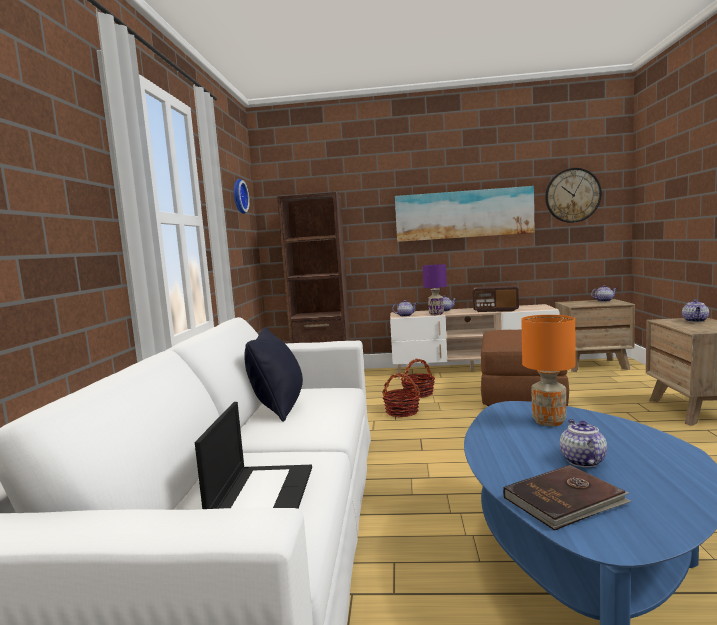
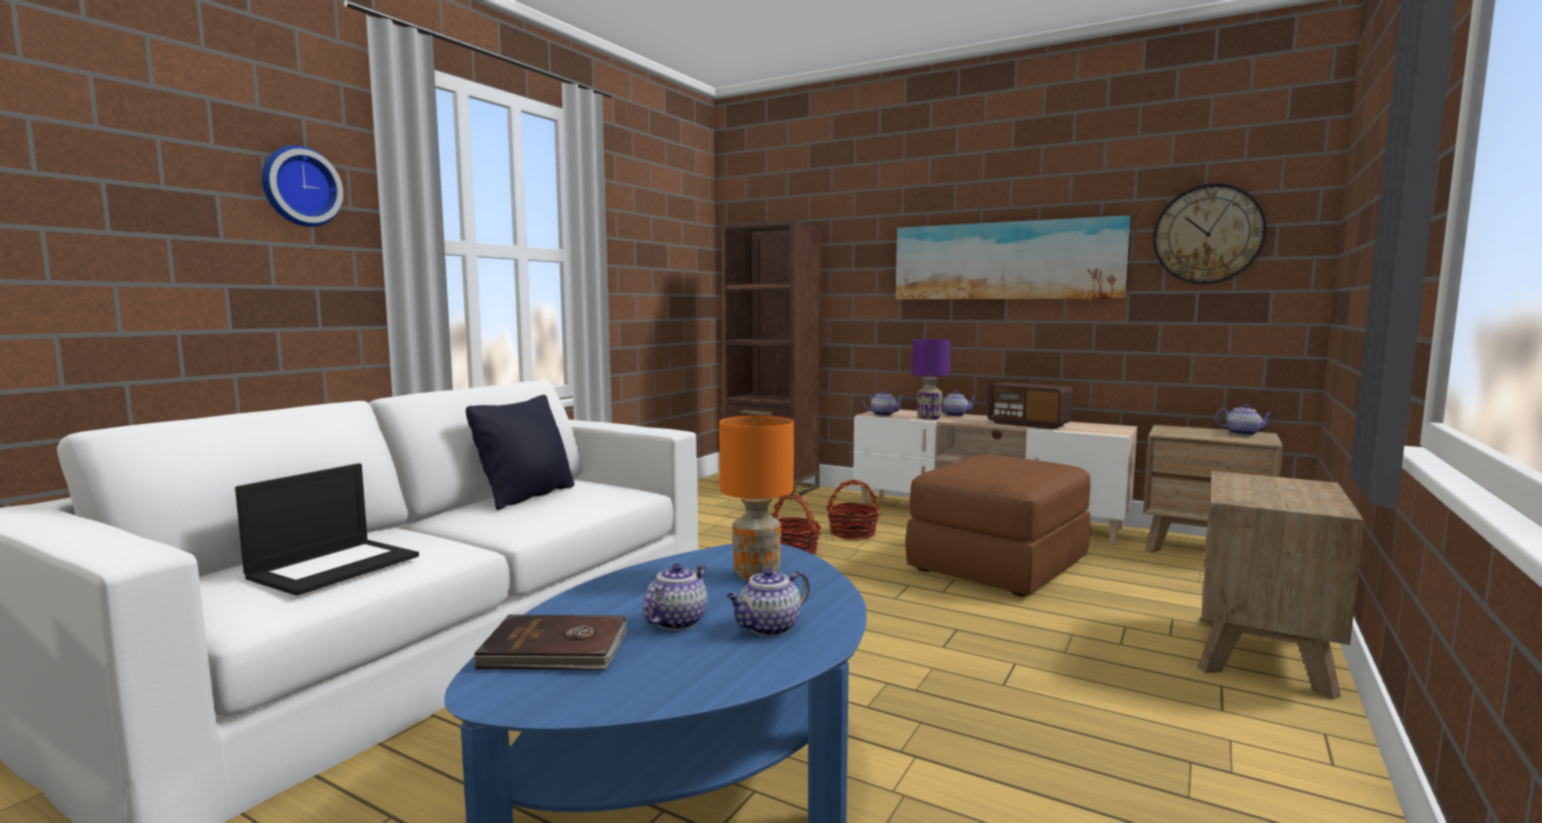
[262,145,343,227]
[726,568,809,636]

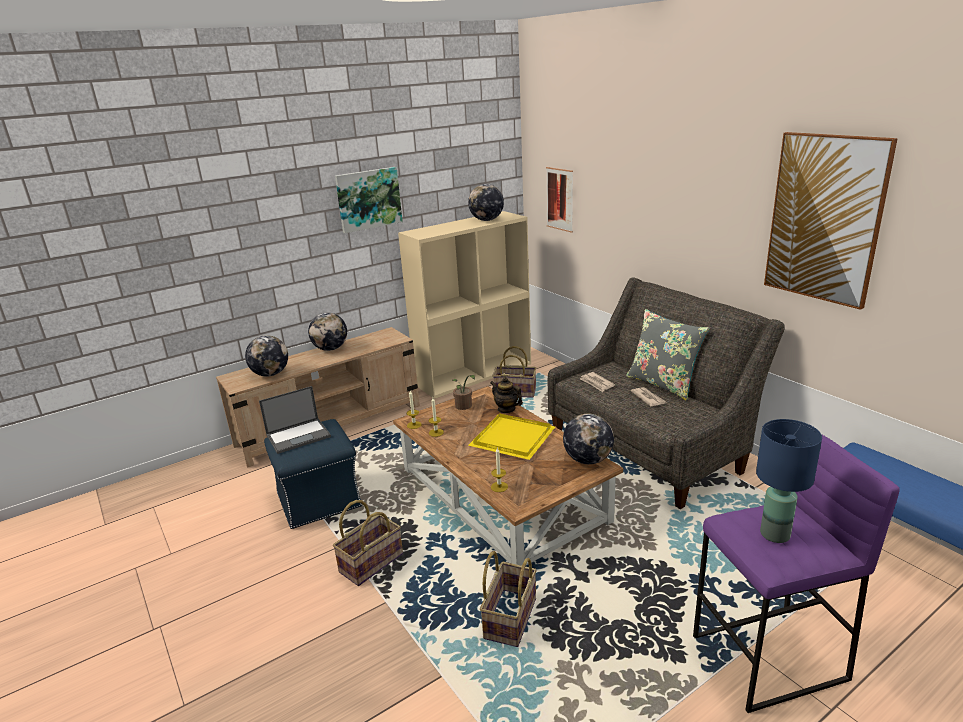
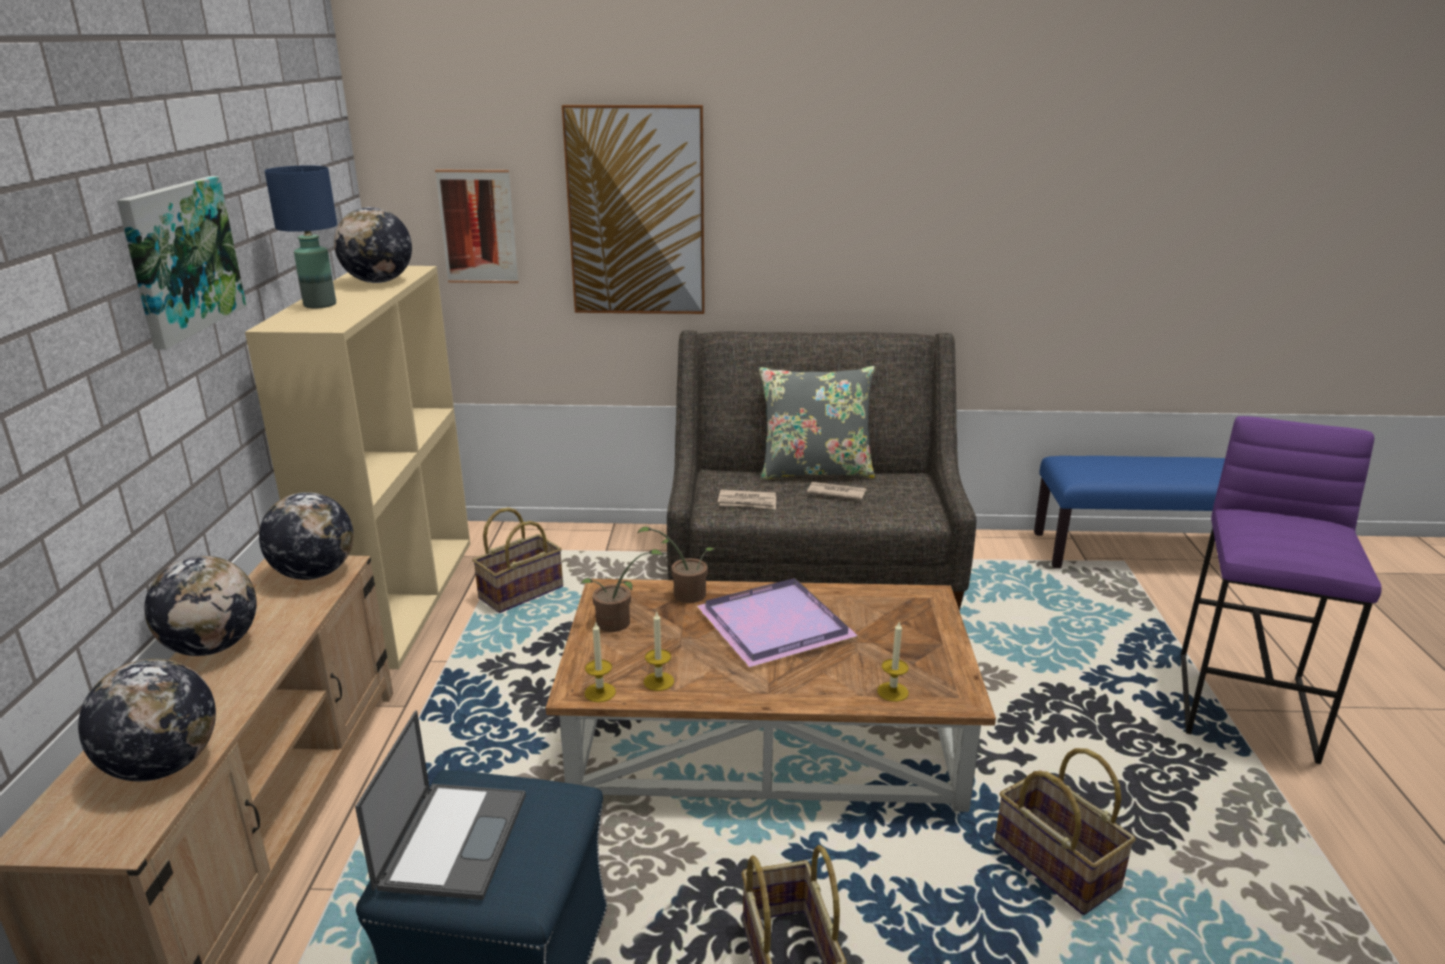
[562,105,705,314]
[638,527,714,603]
[697,578,858,667]
[259,492,353,580]
[265,165,337,308]

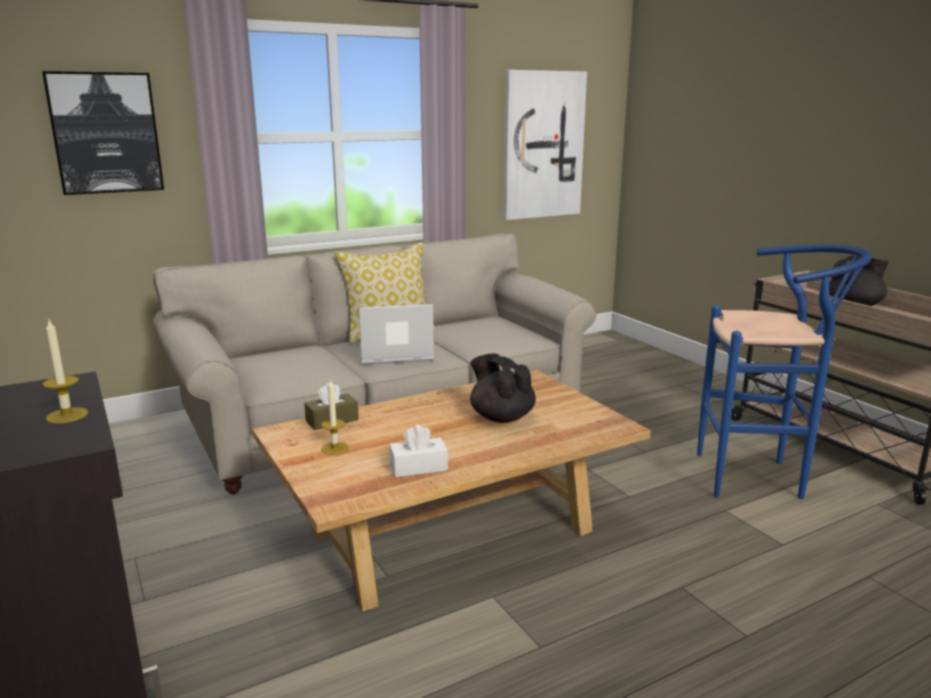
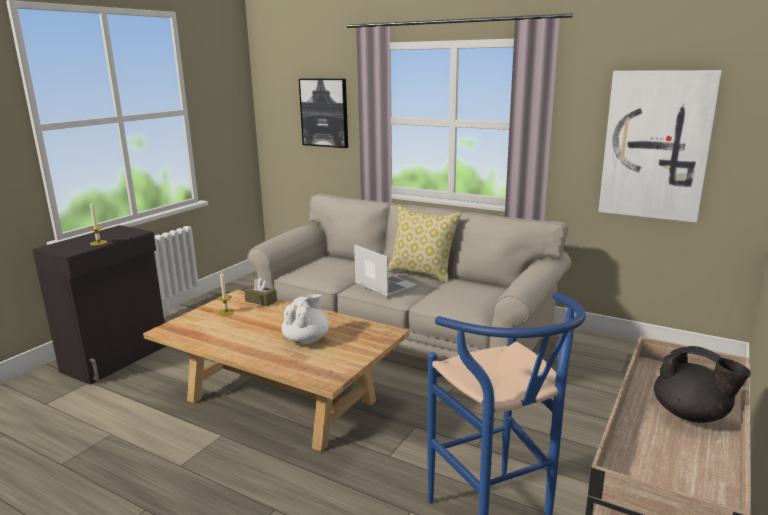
[282,294,329,344]
[389,425,448,478] (first image)

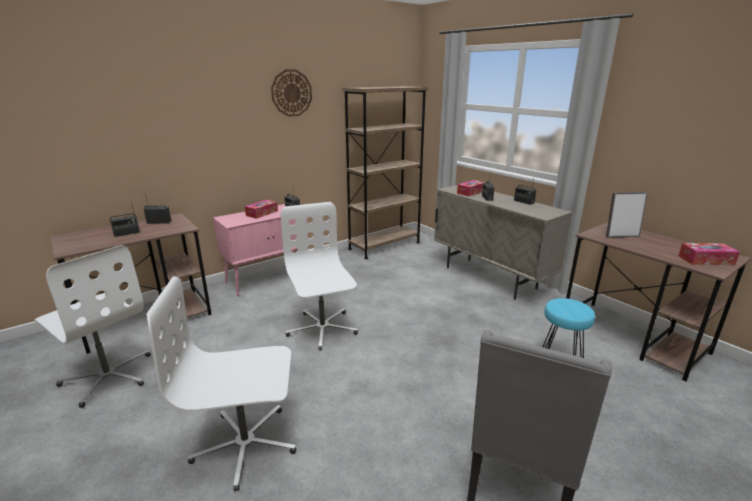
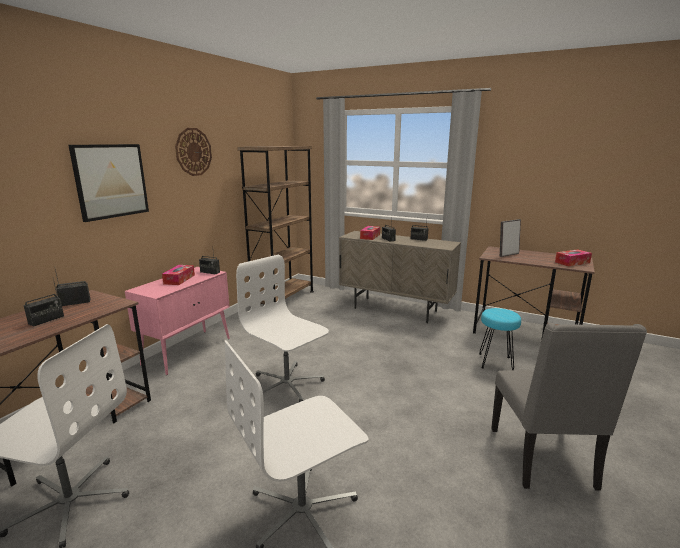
[68,144,149,222]

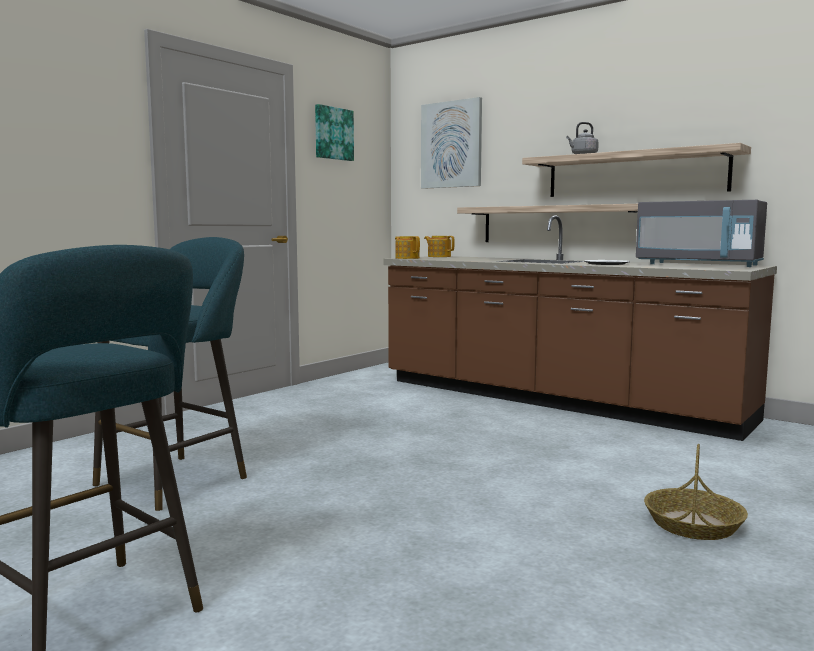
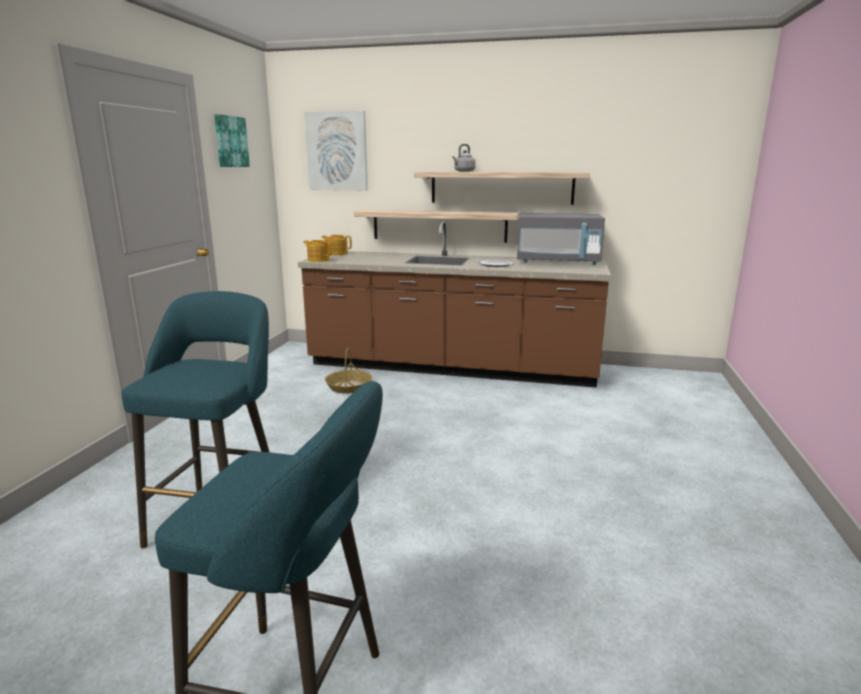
[325,348,372,394]

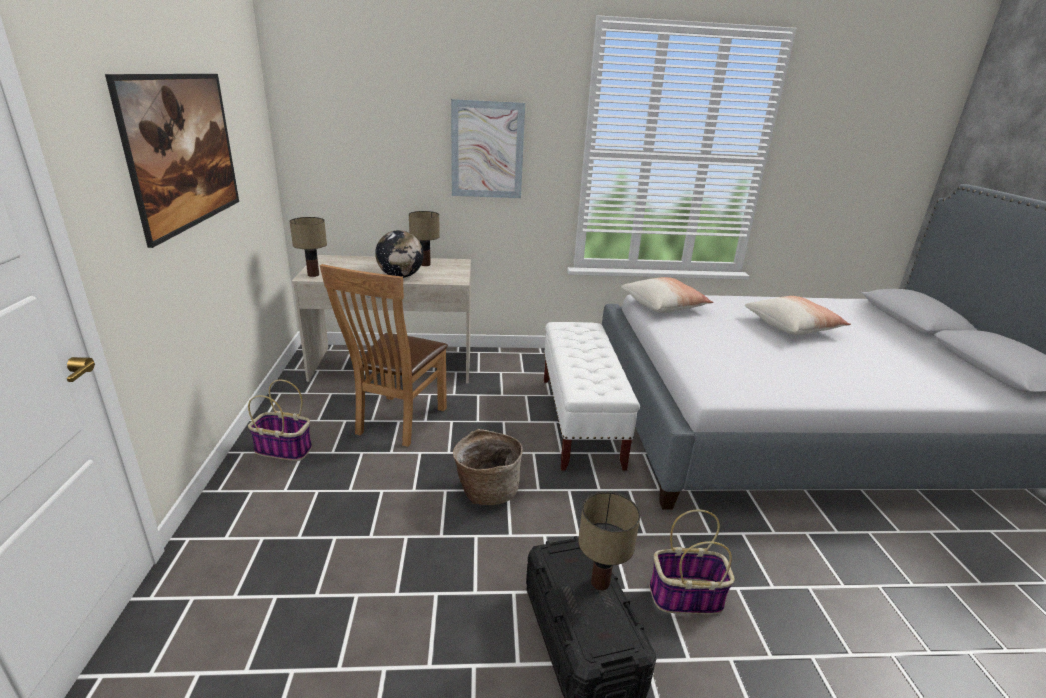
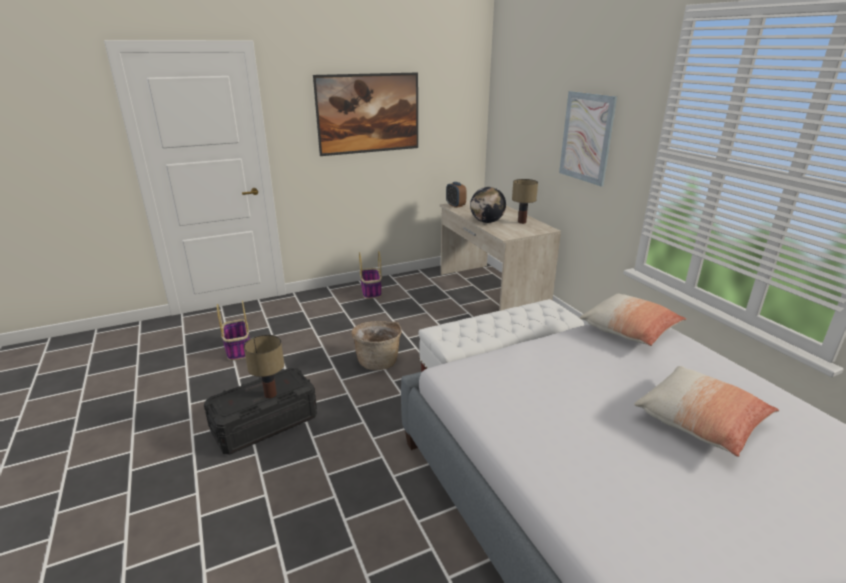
[446,182,467,208]
[320,264,448,447] (first image)
[217,300,249,360]

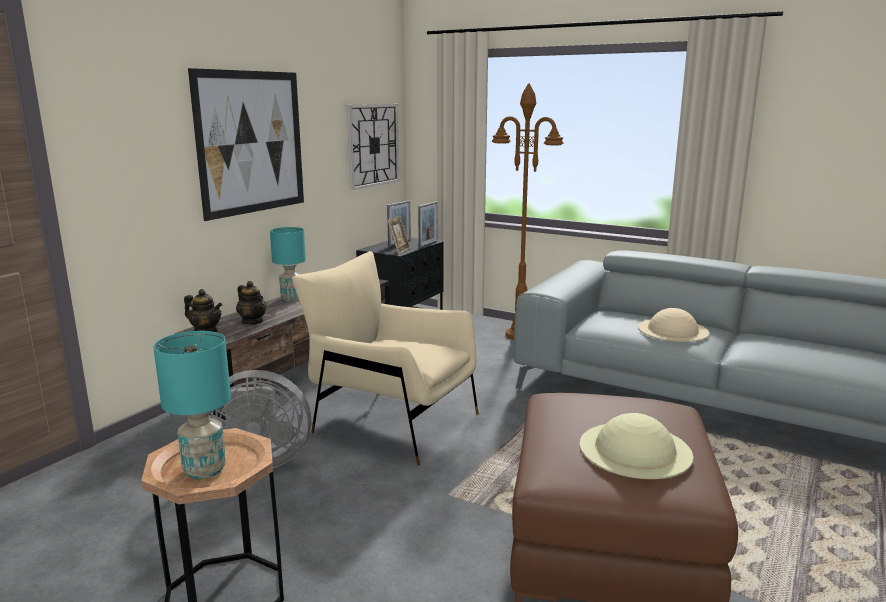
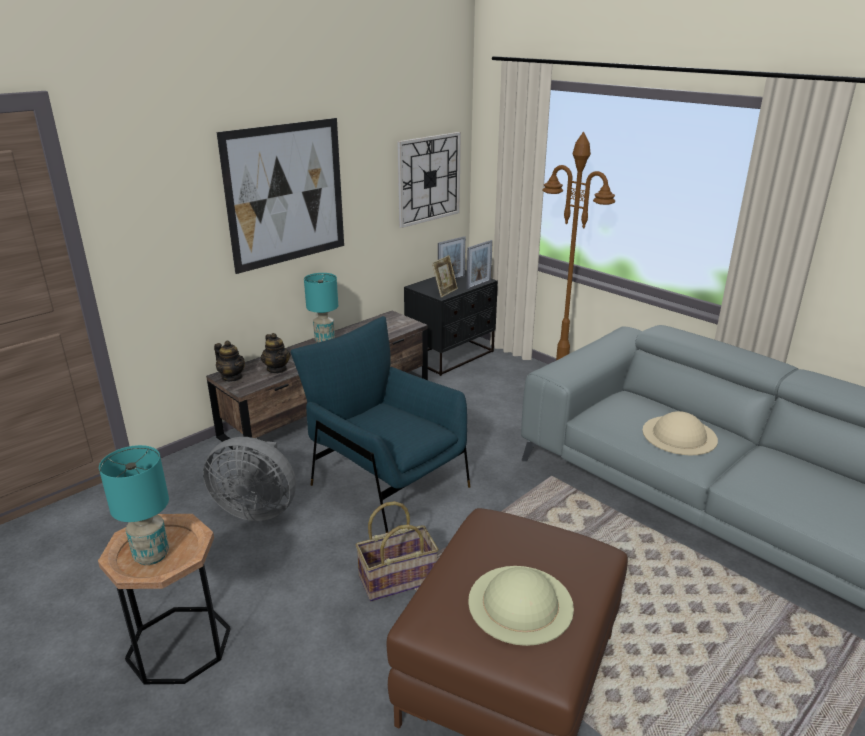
[291,316,470,533]
[356,501,439,601]

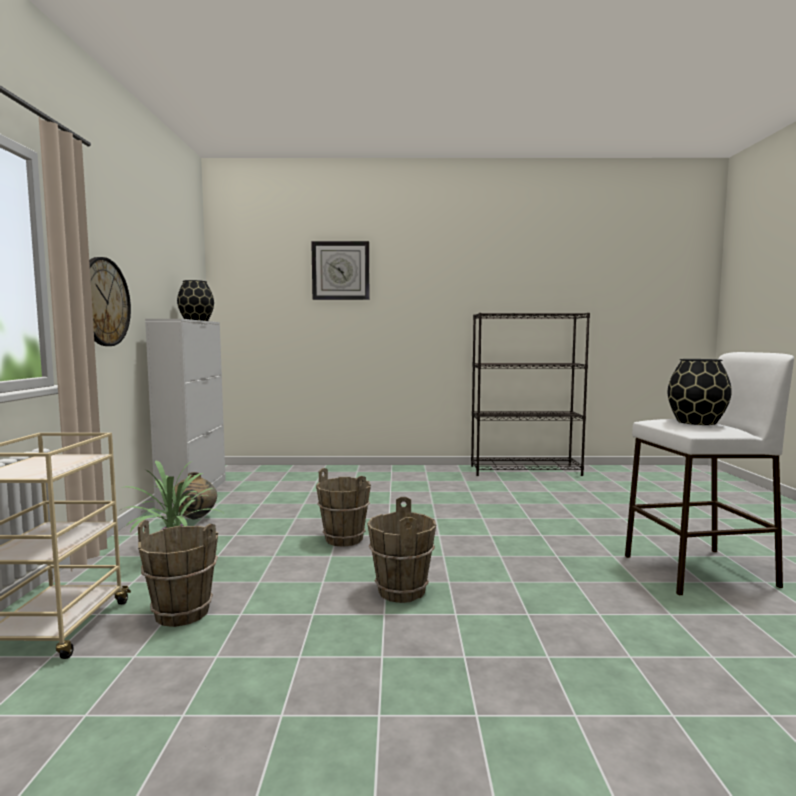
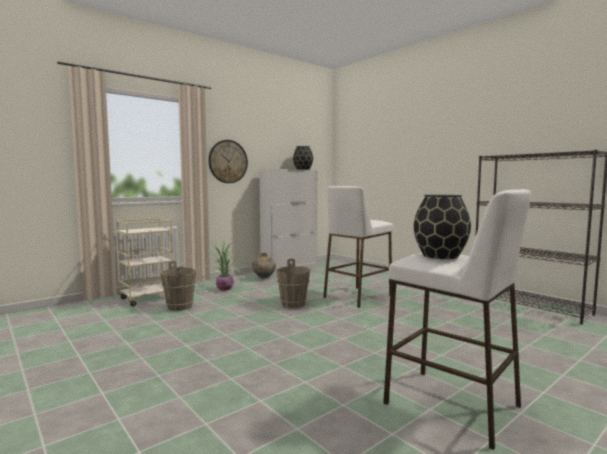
[311,241,369,300] (first image)
[367,497,436,603] (first image)
[323,186,393,308]

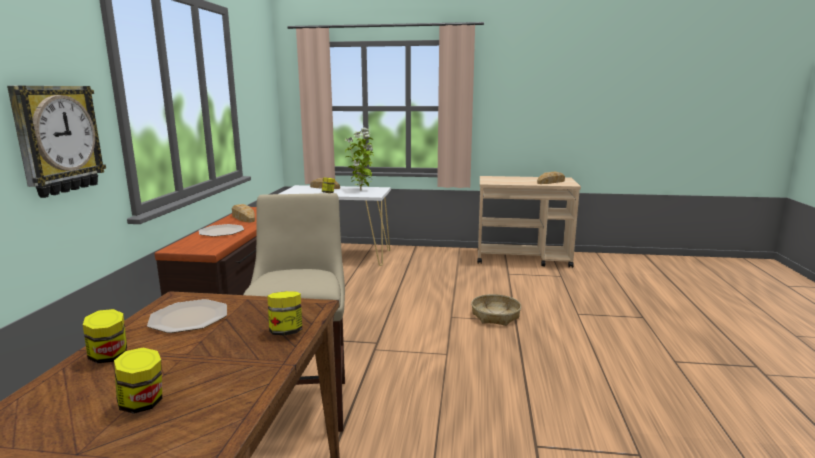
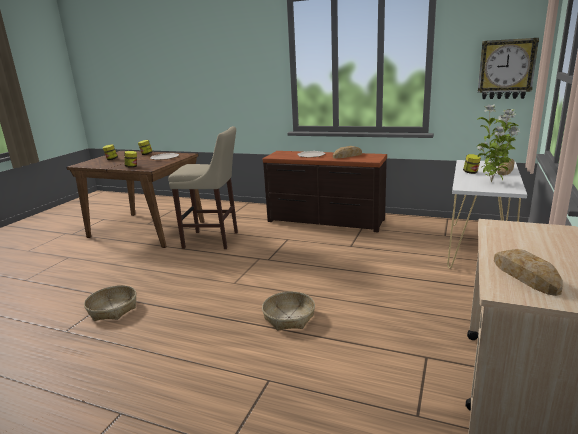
[478,38,539,99]
[84,285,136,321]

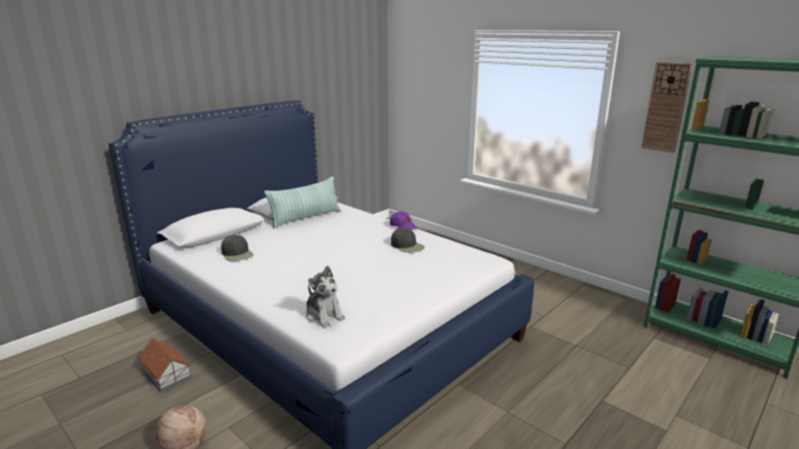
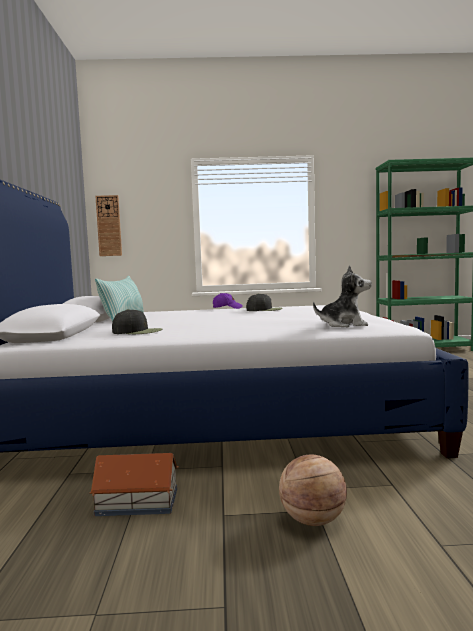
[95,195,122,256]

